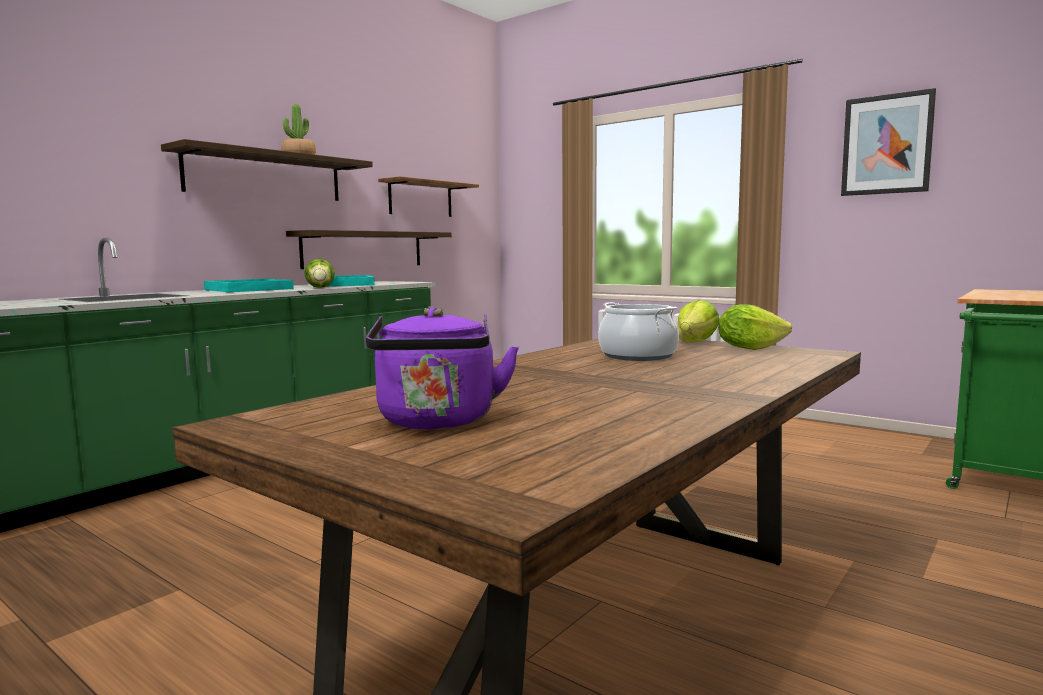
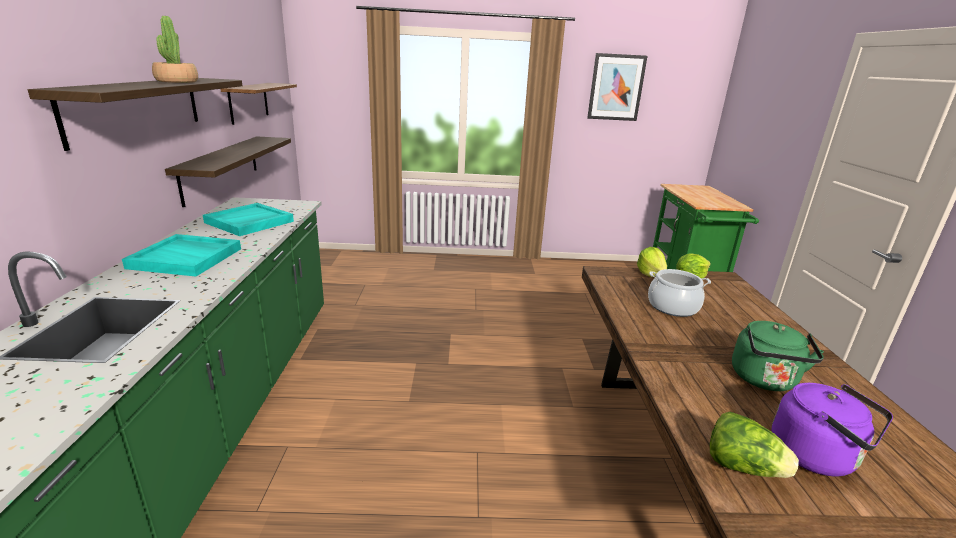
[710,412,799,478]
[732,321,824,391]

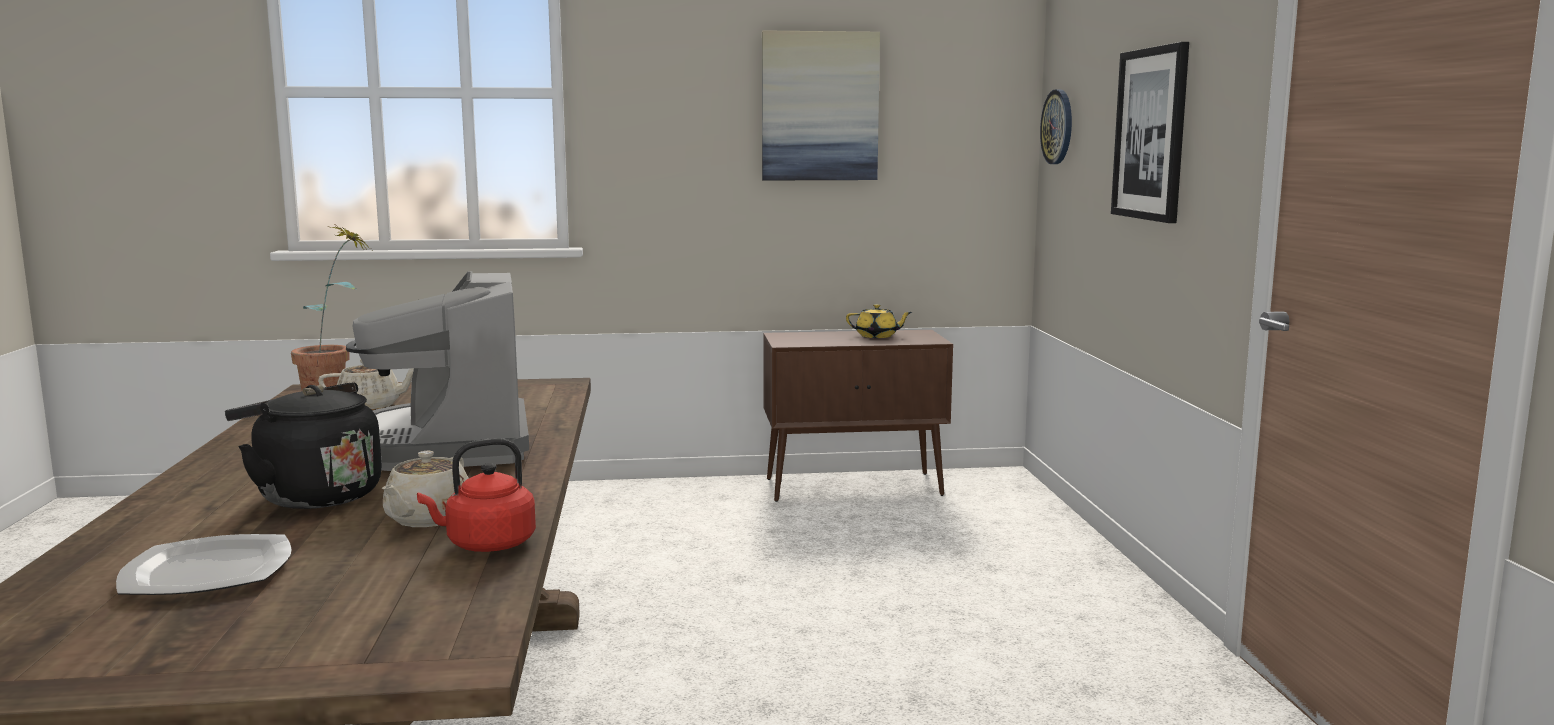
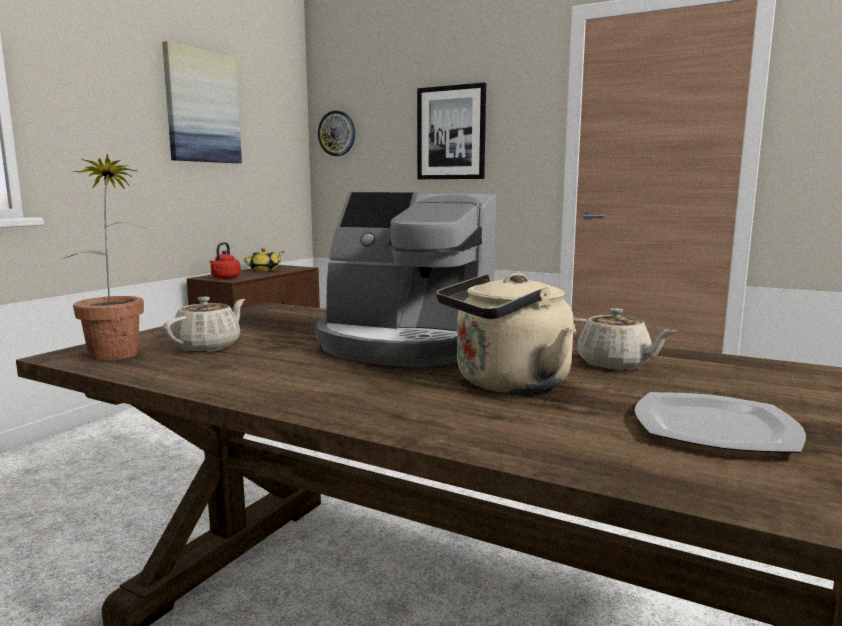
[436,273,574,394]
[210,242,241,279]

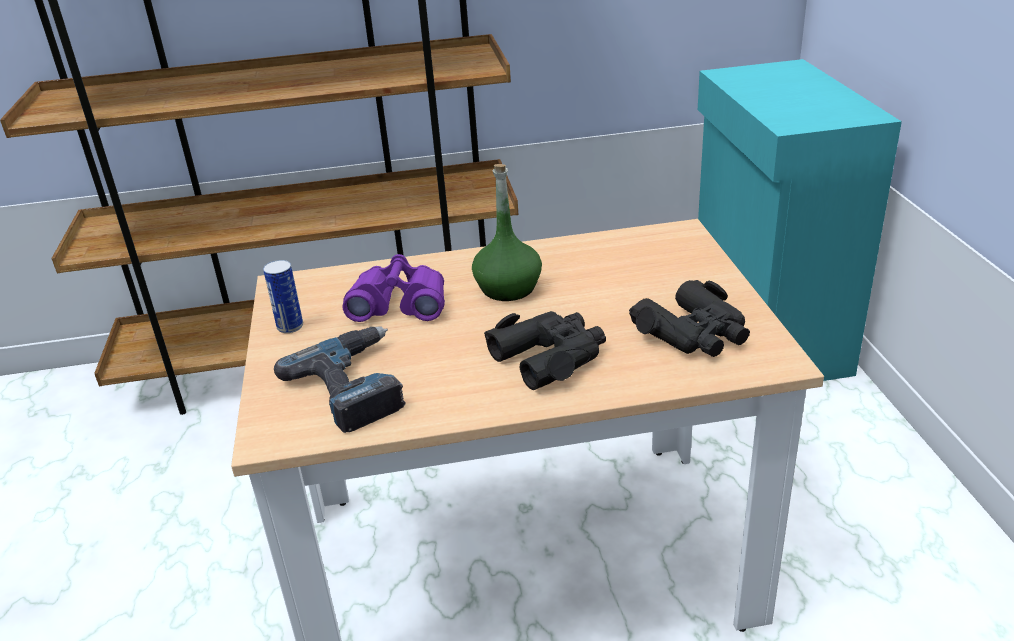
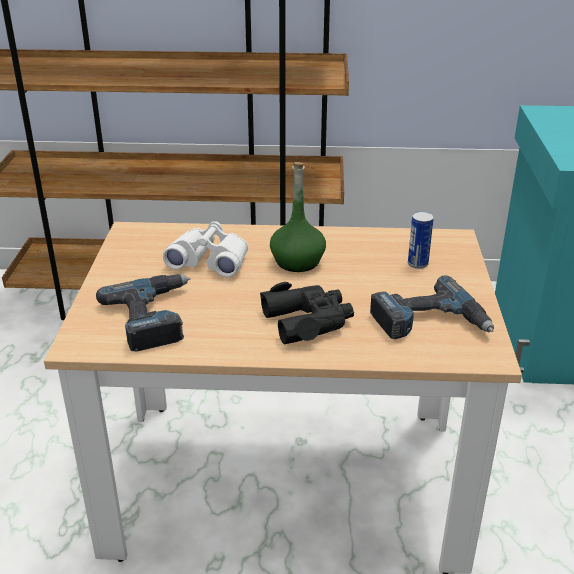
[163,221,248,277]
[408,211,434,269]
[370,276,494,339]

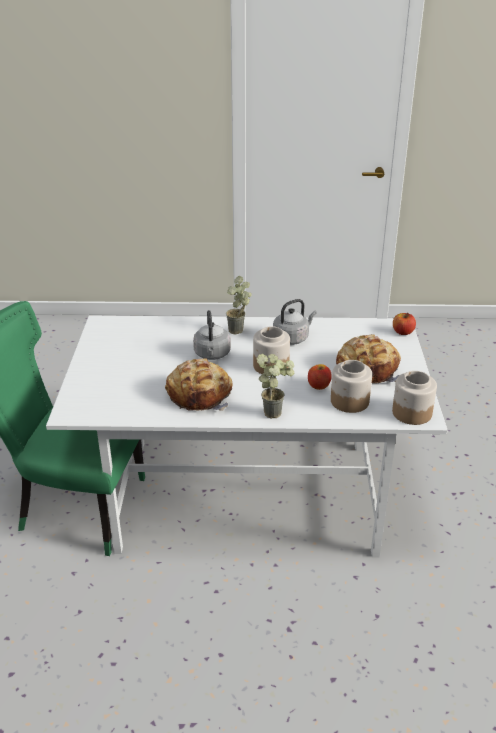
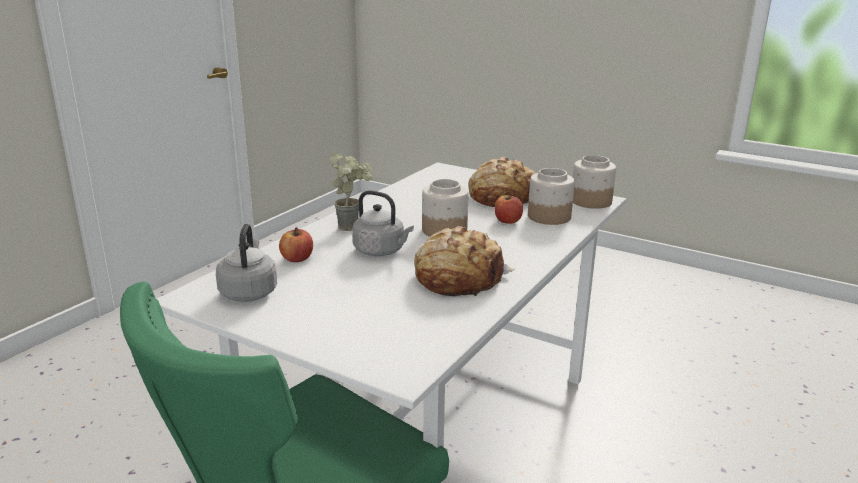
[216,224,277,302]
[279,227,313,262]
[257,354,295,419] (first image)

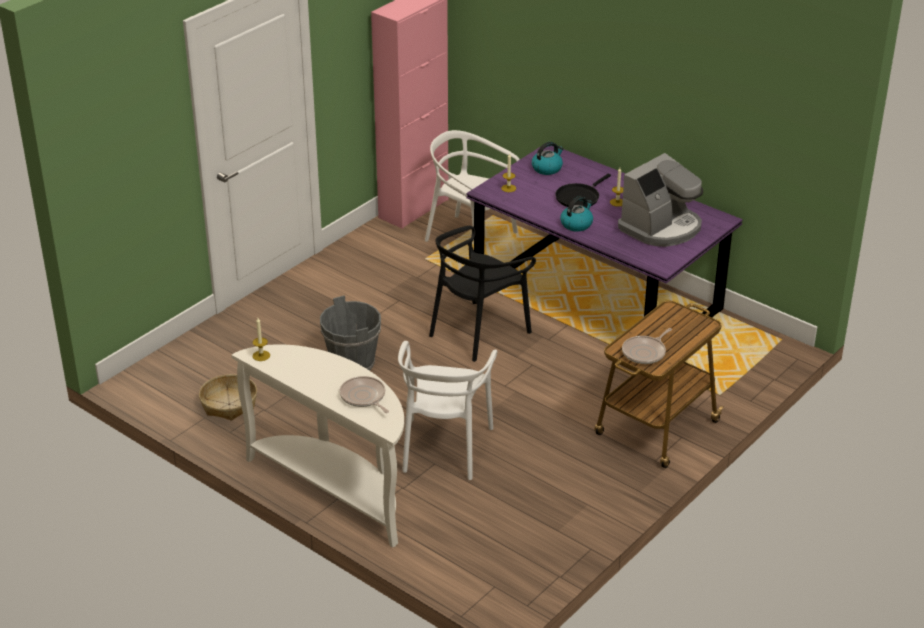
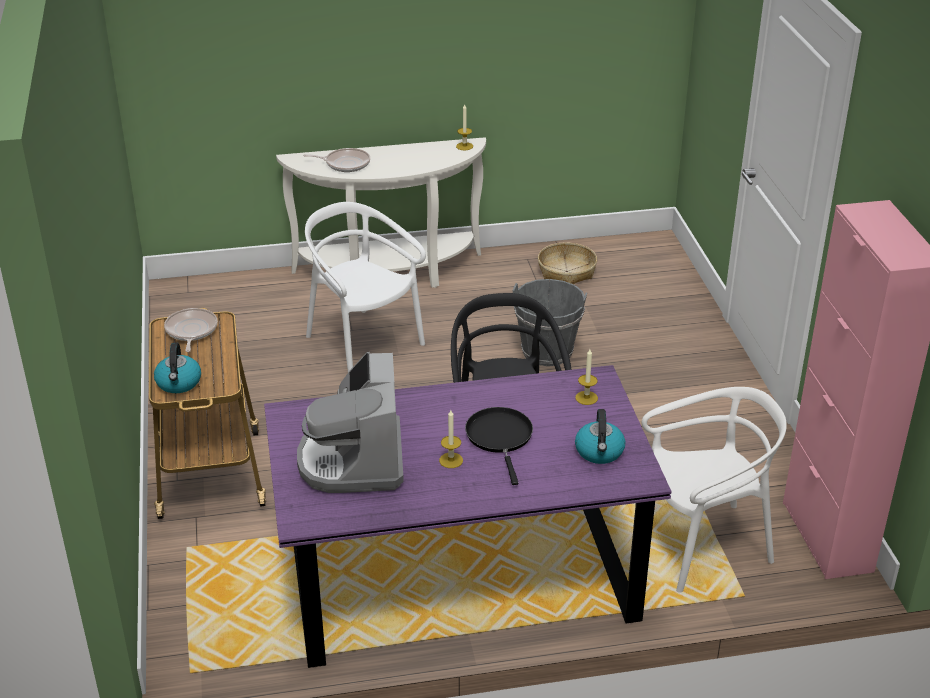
[154,342,201,393]

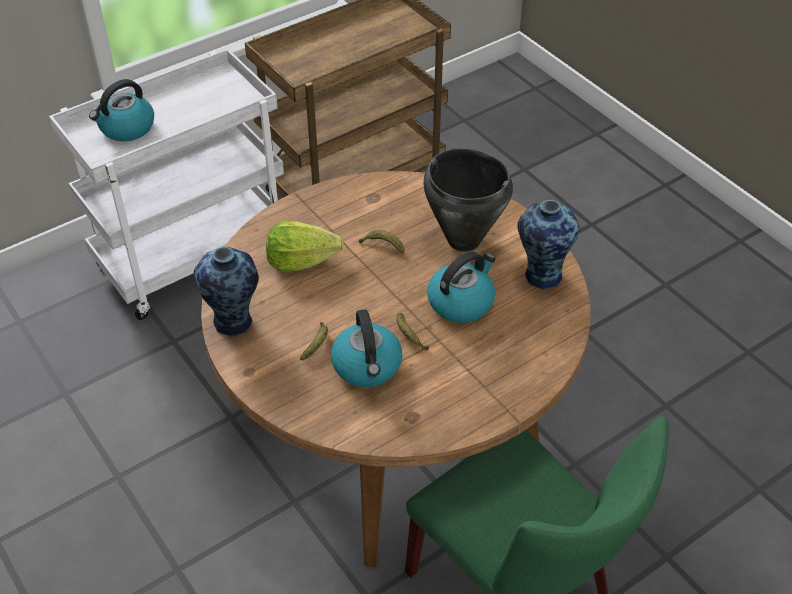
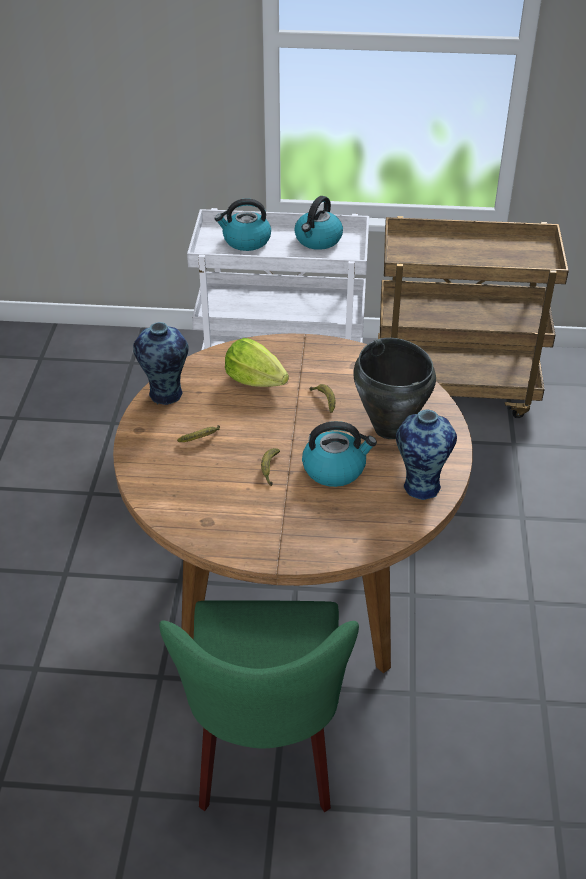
[294,196,343,250]

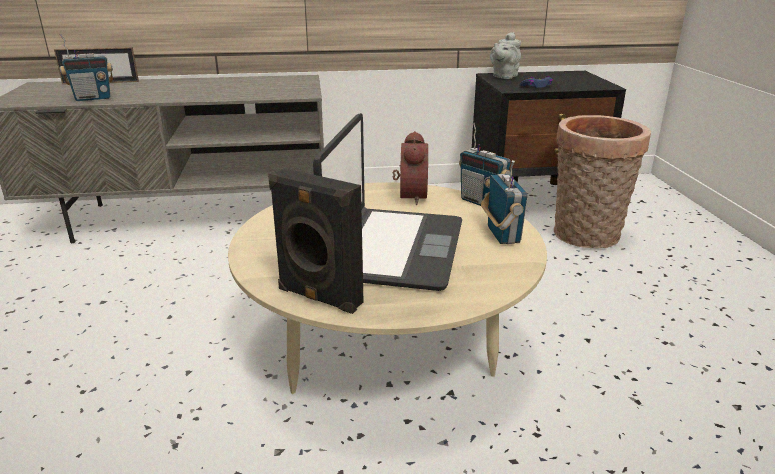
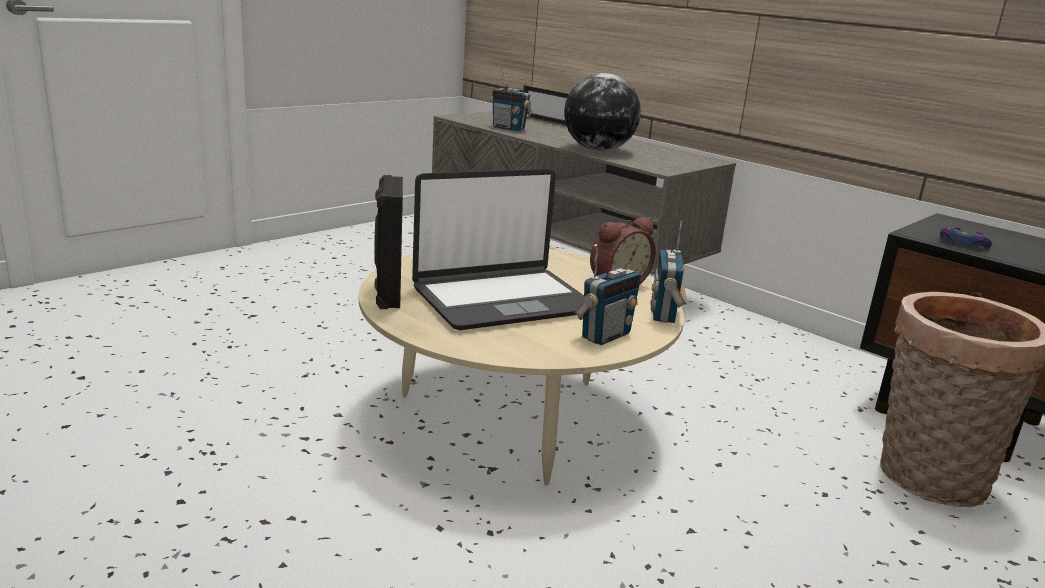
[490,32,521,79] (first image)
[564,73,641,151]

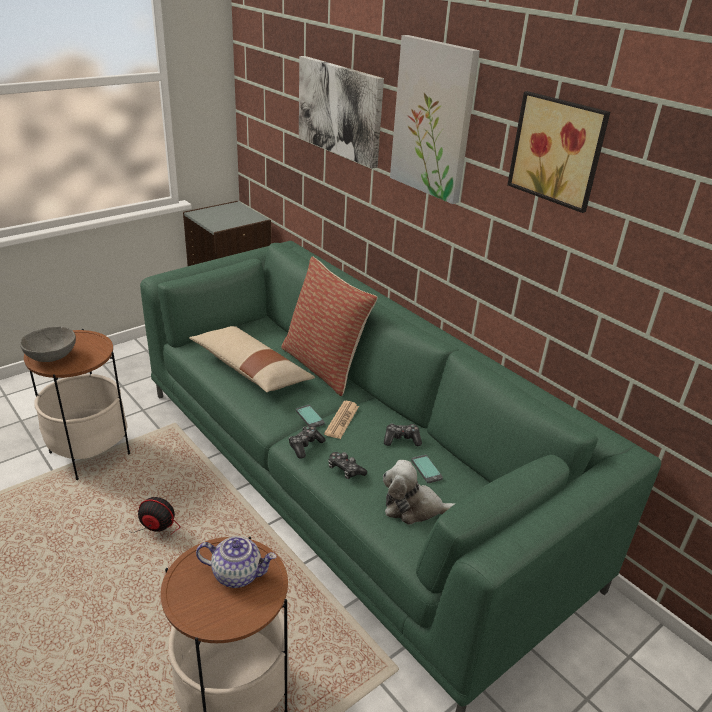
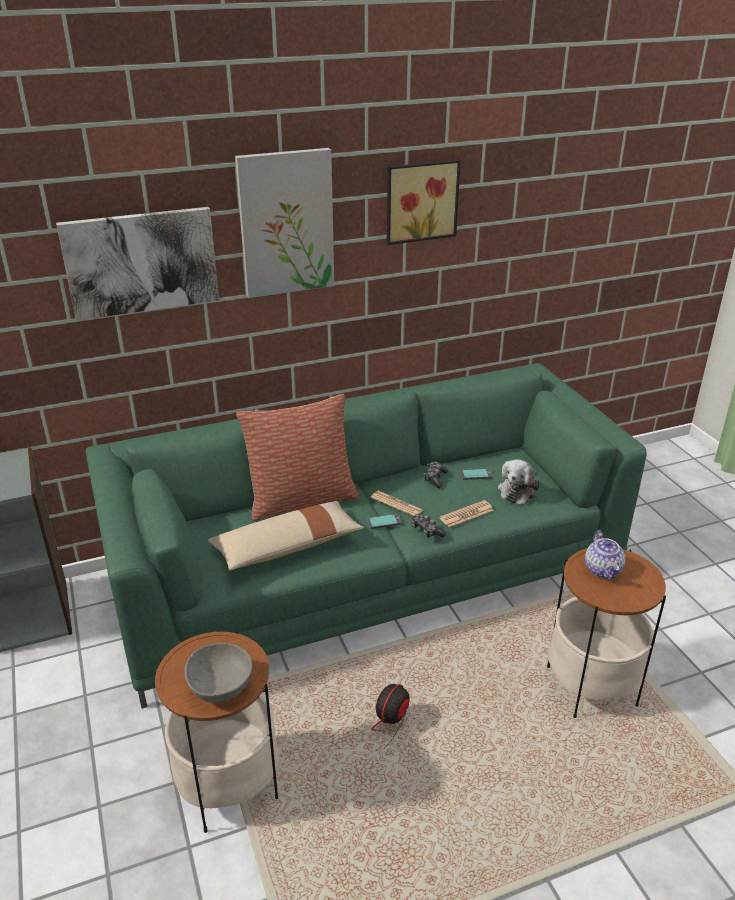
[439,500,494,527]
[585,530,625,580]

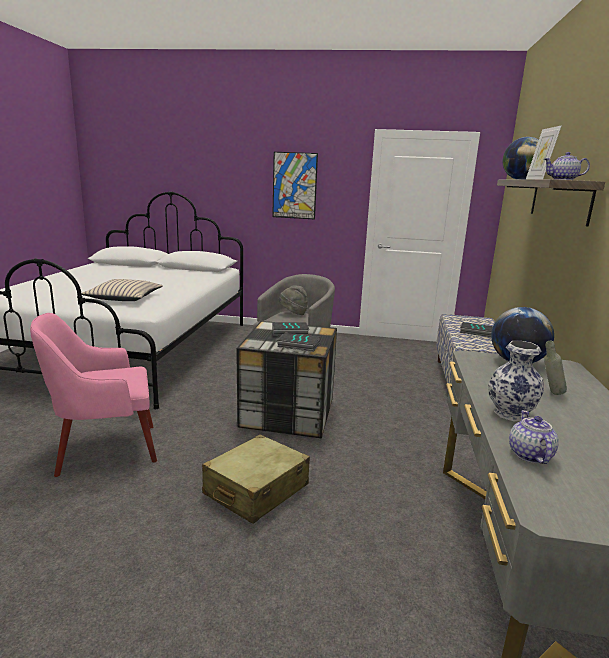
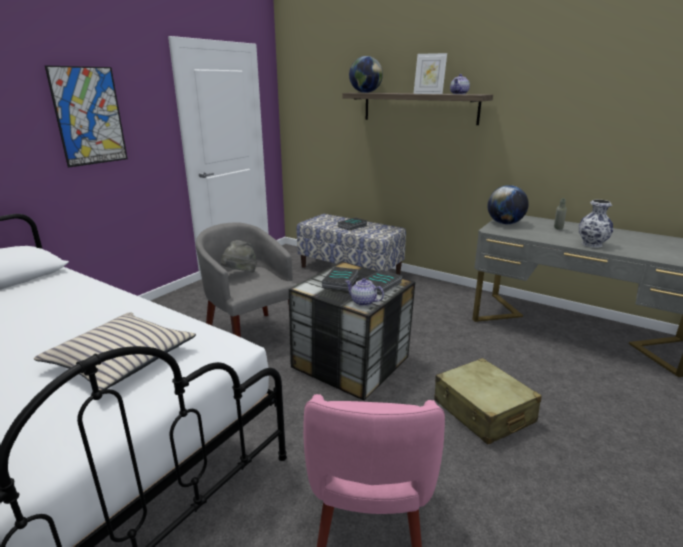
[345,278,384,306]

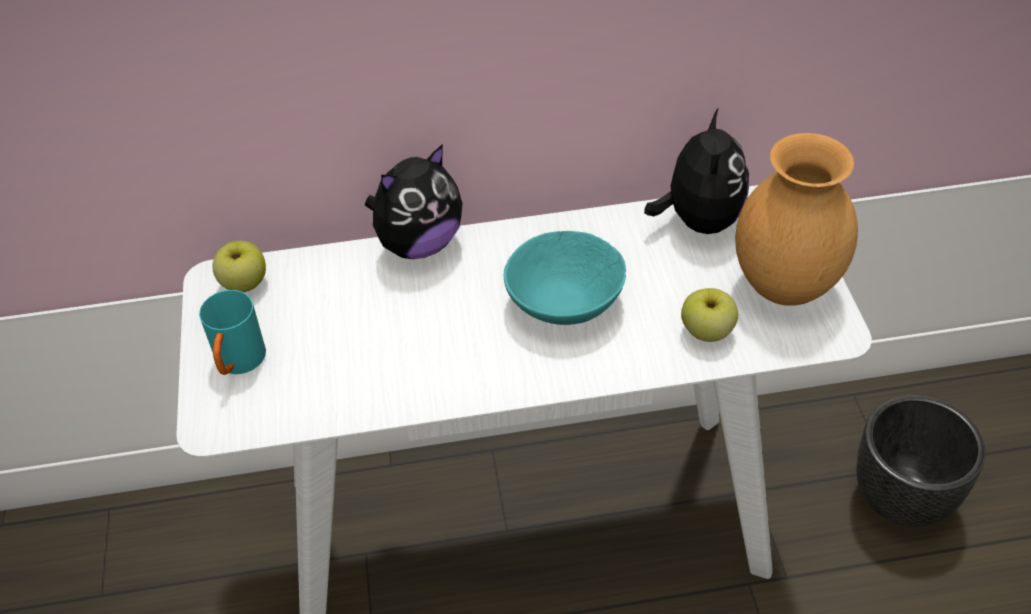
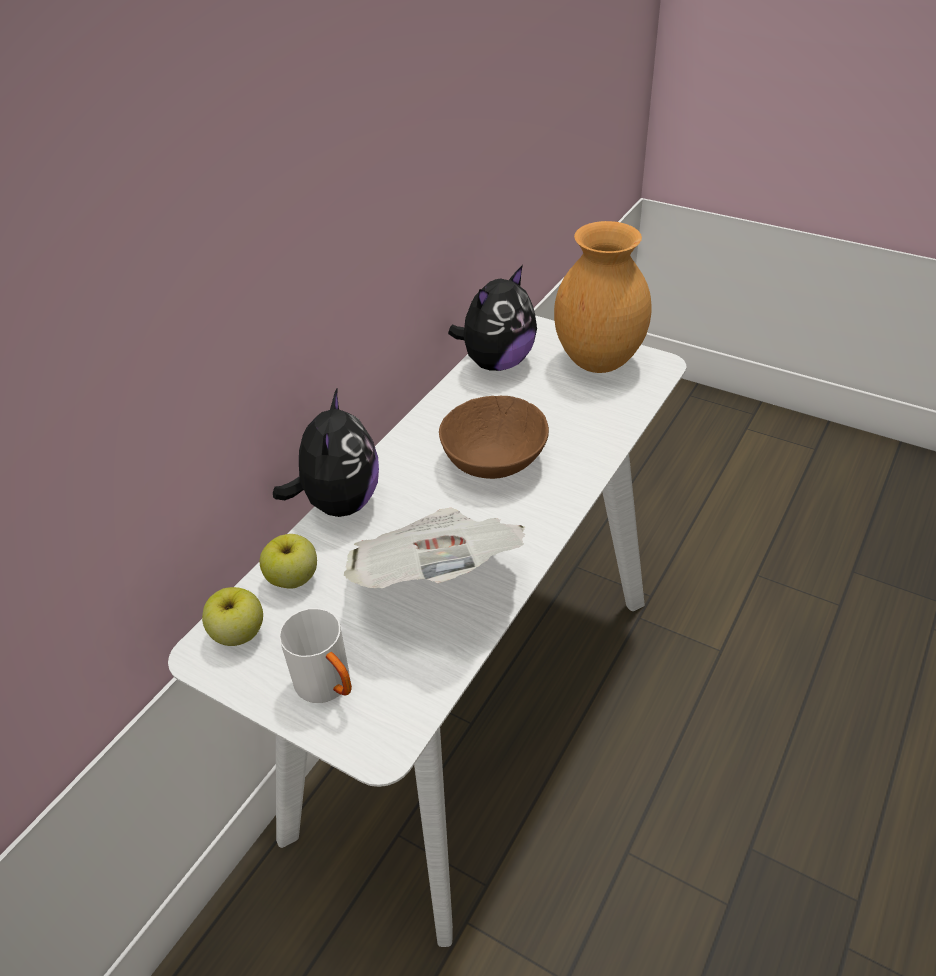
[448,265,537,371]
[439,396,549,479]
[260,534,317,589]
[279,608,352,703]
[856,395,986,527] (first image)
[343,508,526,588]

